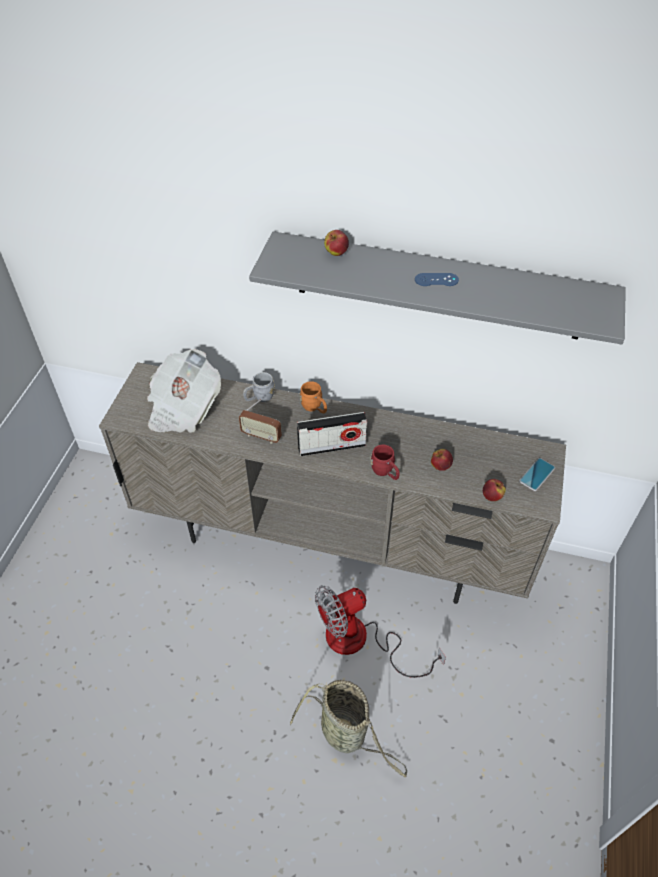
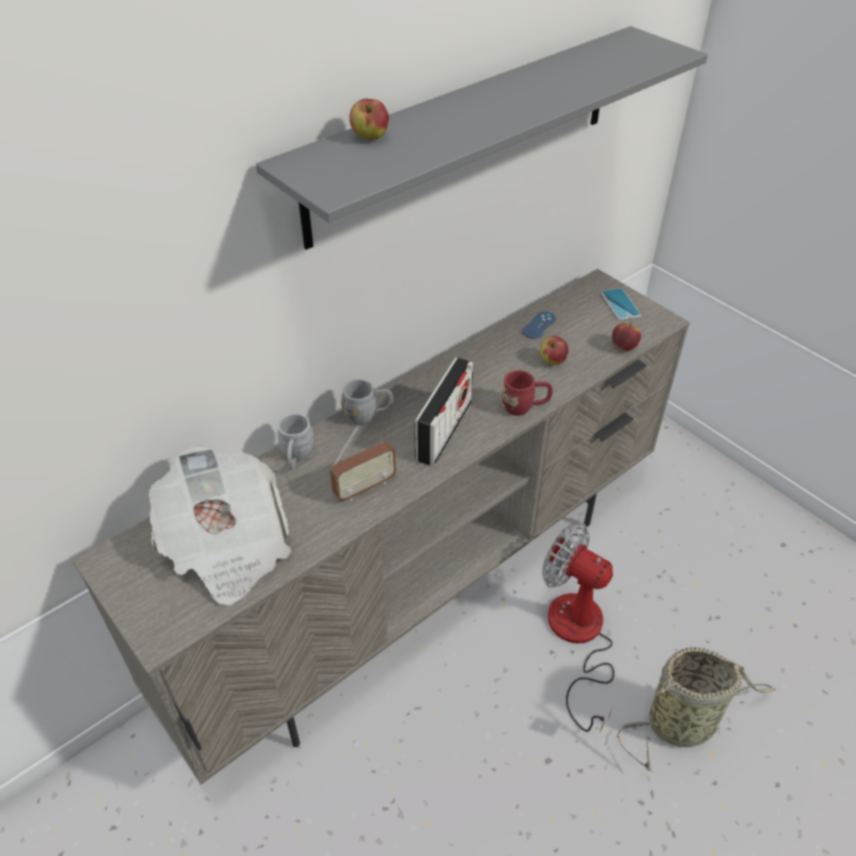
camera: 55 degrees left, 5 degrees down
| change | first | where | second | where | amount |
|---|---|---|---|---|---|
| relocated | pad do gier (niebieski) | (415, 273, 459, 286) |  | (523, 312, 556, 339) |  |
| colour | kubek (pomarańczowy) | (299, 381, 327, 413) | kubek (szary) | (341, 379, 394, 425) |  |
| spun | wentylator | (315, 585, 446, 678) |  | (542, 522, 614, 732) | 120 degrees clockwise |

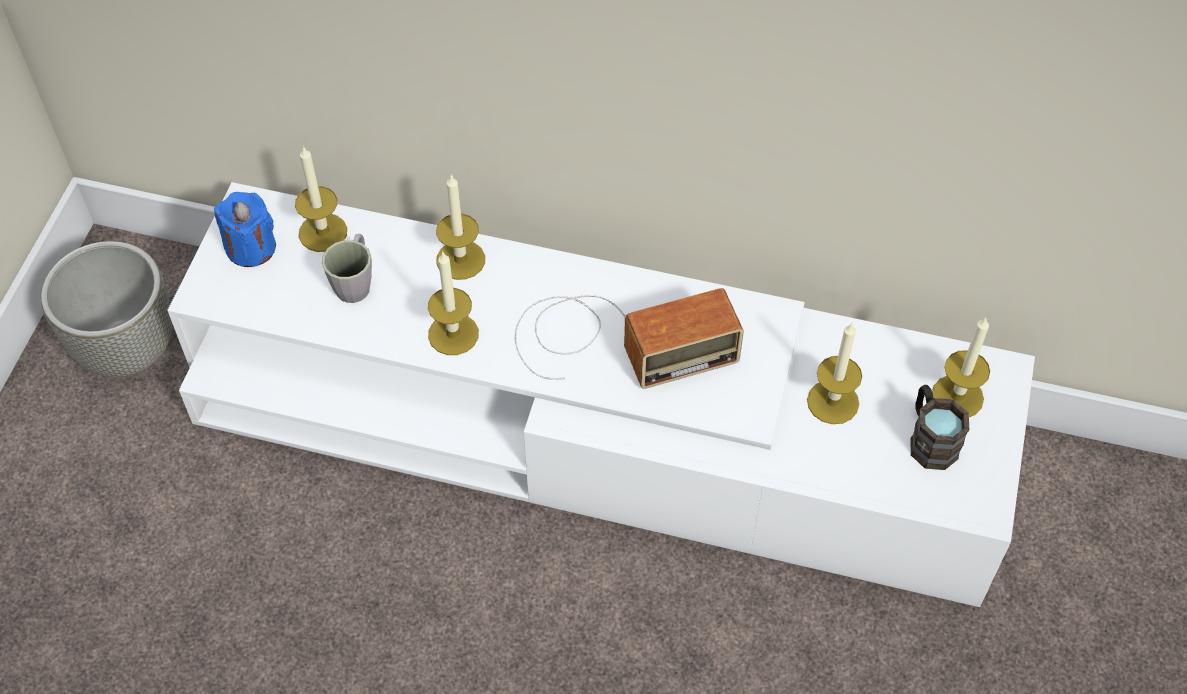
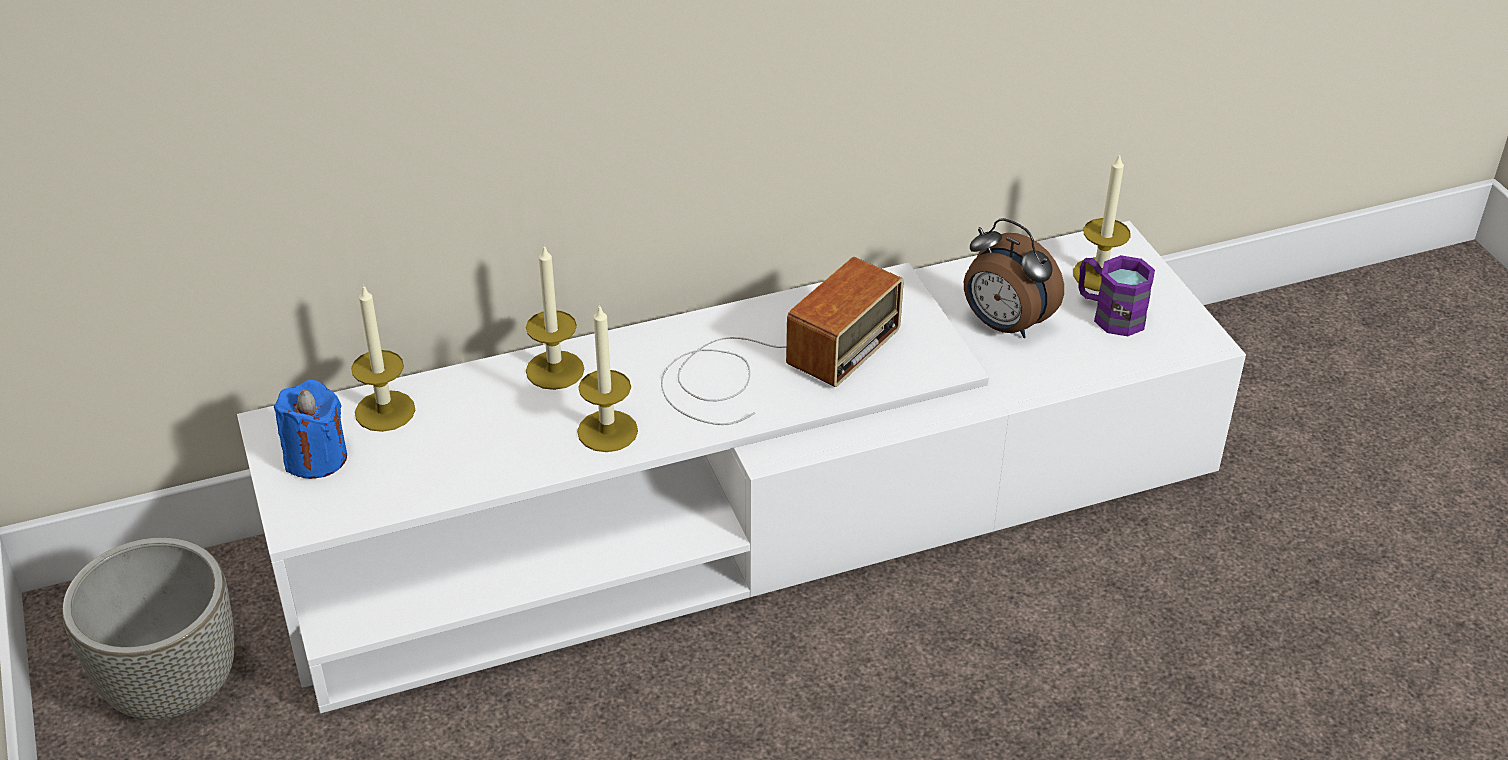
camera: 35 degrees left, 15 degrees down
| change | first | where | second | where | amount |
|---|---|---|---|---|---|
| missing | kubek (szary) | (322, 234, 372, 303) |  |  |  |
| exchanged | świeca | (807, 323, 862, 424) | budzik | (964, 218, 1064, 338) |  |
| colour | kubek (brązowy) | (910, 385, 969, 470) | kubek (fioletowy) | (1078, 255, 1155, 336) |  |

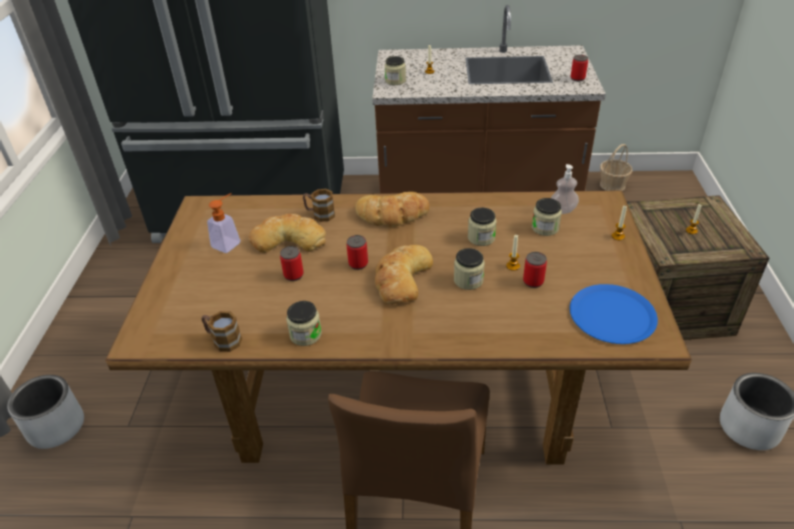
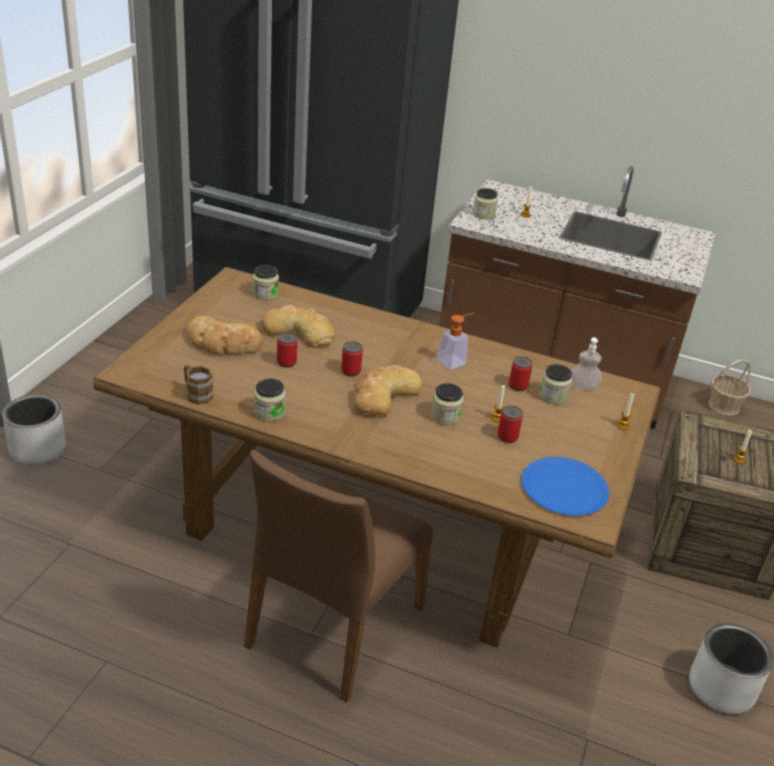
camera: 15 degrees right, 5 degrees down
| change | first | where | second | where | amount |
|---|---|---|---|---|---|
| relocated | puszka | (571, 55, 588, 81) |  | (509, 356, 533, 391) |  |
| missing | kubek | (303, 189, 335, 222) |  |  |  |
| relocated | chleb | (355, 192, 430, 227) |  | (187, 316, 264, 355) |  |
| relocated | dozownik mydła | (207, 193, 241, 253) |  | (437, 313, 475, 370) |  |
| relocated | słoik | (468, 208, 497, 246) |  | (253, 265, 279, 300) |  |

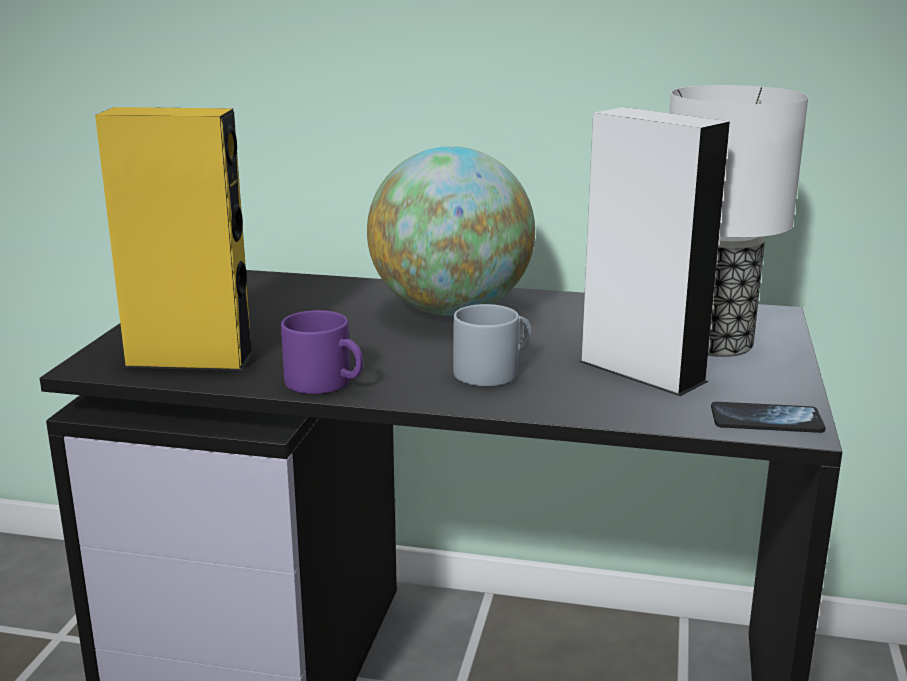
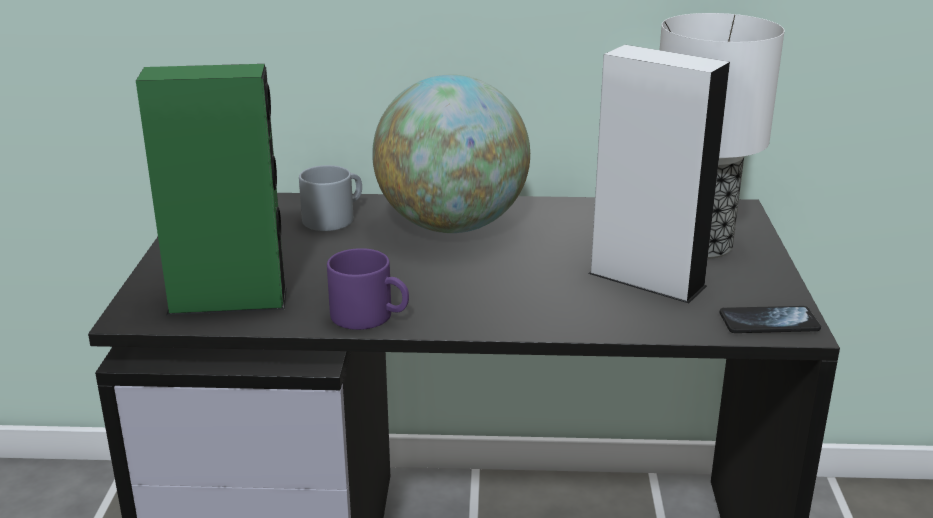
camera: 10 degrees left, 5 degrees up
| change | first | where | second | where | amount |
|---|---|---|---|---|---|
| colour | głośnik (żółty) | (95, 107, 254, 371) | głośnik (zielony) | (136, 64, 287, 315) |  |
| relocated | kubek (szary) | (453, 304, 532, 386) |  | (299, 165, 362, 231) |  |

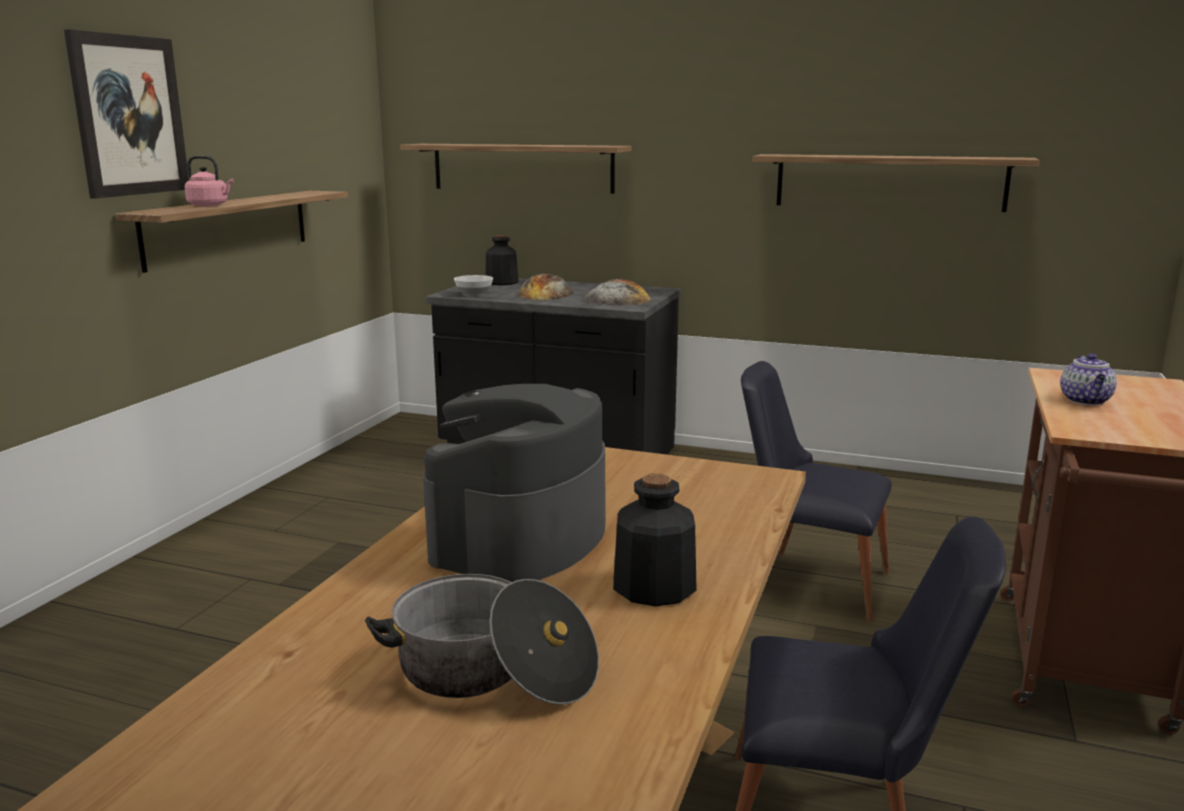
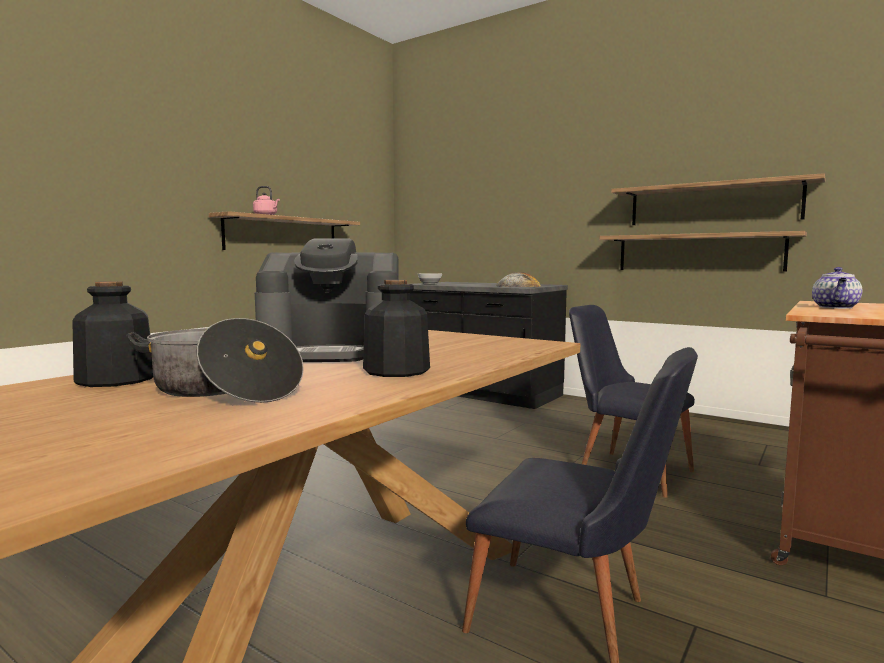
camera: 15 degrees right, 10 degrees down
| change | first | where | second | where | amount |
|---|---|---|---|---|---|
| missing | obraz | (64, 29, 189, 199) |  |  |  |
| relocated | półka | (400, 144, 632, 194) |  | (600, 231, 807, 272) |  |
| relocated | butelka | (485, 235, 519, 285) |  | (72, 281, 153, 387) |  |
| missing | chleb | (518, 274, 573, 300) |  |  |  |
| spun | ekspres do kawy | (423, 384, 606, 582) |  | (255, 238, 399, 362) | 135 degrees counterclockwise |

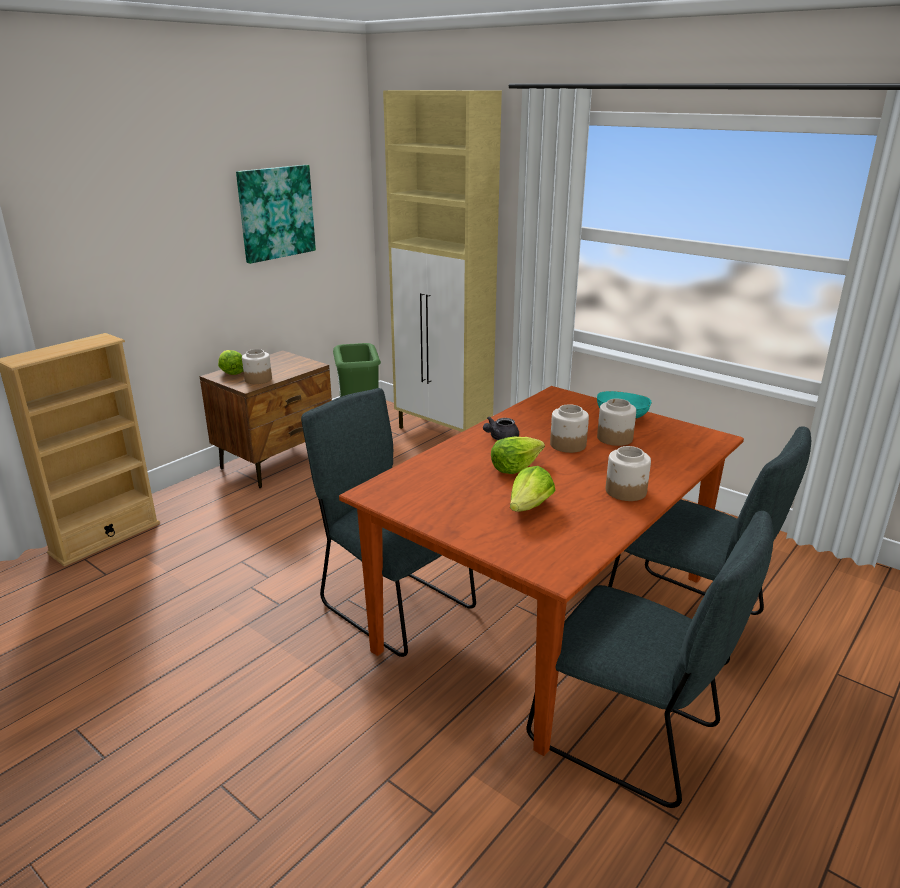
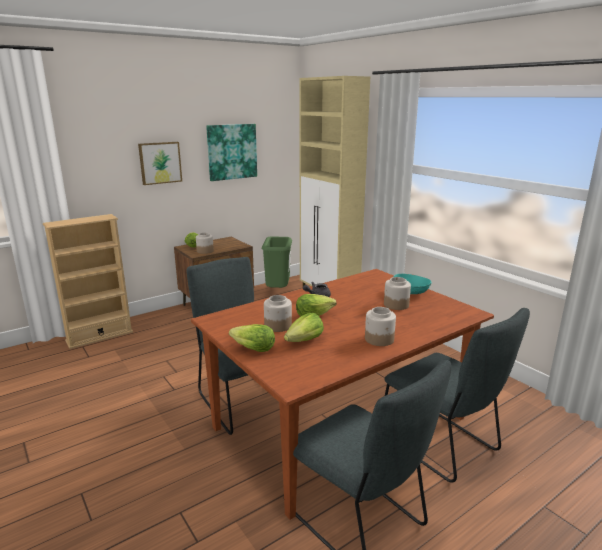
camera: 15 degrees right, 5 degrees down
| change | first | where | second | where | amount |
|---|---|---|---|---|---|
| relocated | słoik | (550, 404, 589, 453) |  | (264, 295, 292, 332) |  |
| appeared |  |  | obraz | (138, 142, 182, 185) |  |
| appeared |  |  | sałata | (229, 324, 275, 352) |  |

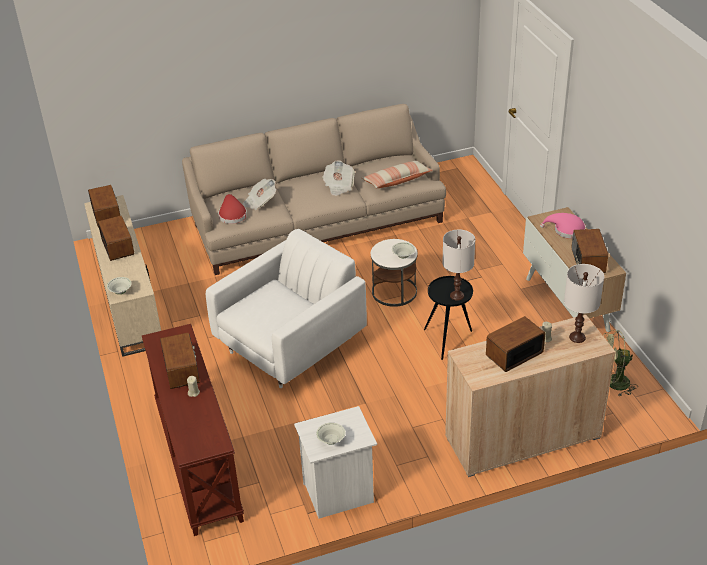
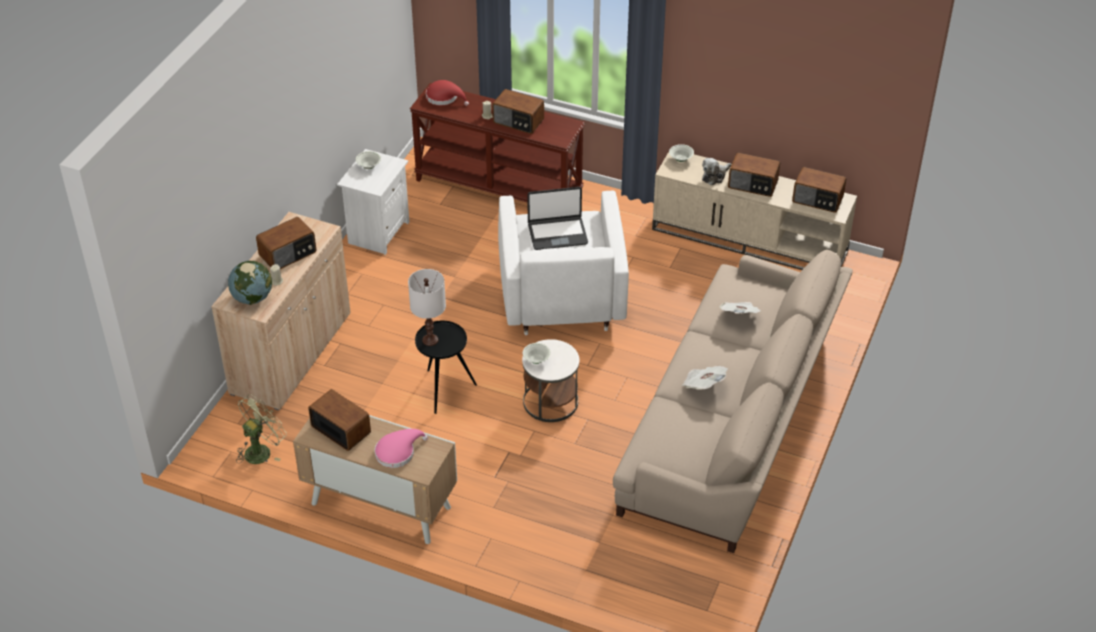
camera: 130 degrees right, 5 degrees up
| change | first | where | second | where | amount |
|---|---|---|---|---|---|
| missing | poduszka | (362, 161, 433, 189) |  |  |  |
| relocated | kapelusz (czerwony) | (218, 194, 247, 224) |  | (426, 80, 469, 106) |  |
| exchanged | lampa stołowa (biały) | (564, 264, 604, 343) | globus | (228, 261, 272, 305) |  |
| spun | radio | (486, 316, 546, 372) |  | (256, 217, 316, 269) | 45 degrees clockwise |
| appeared |  |  | pluszak | (702, 158, 731, 185) |  |
| appeared |  |  | laptop | (527, 187, 588, 250) |  |

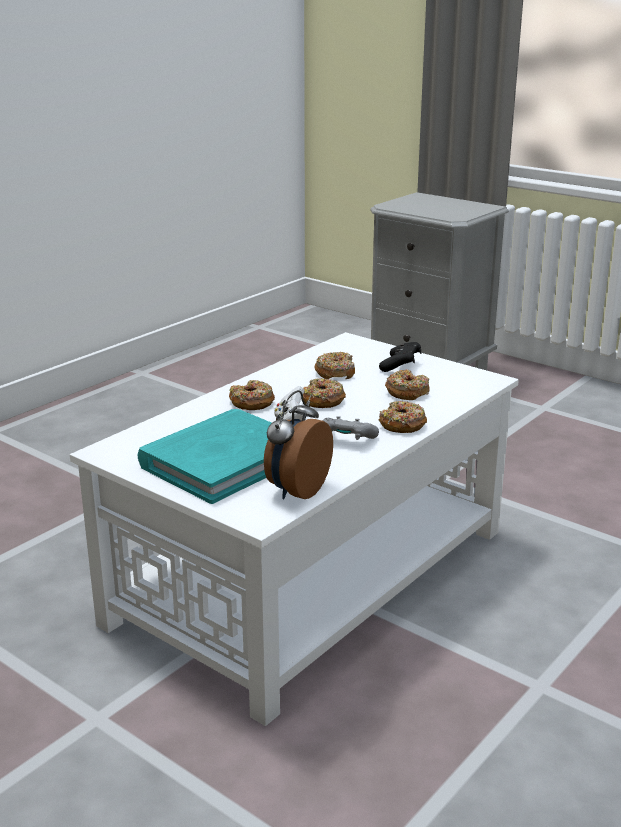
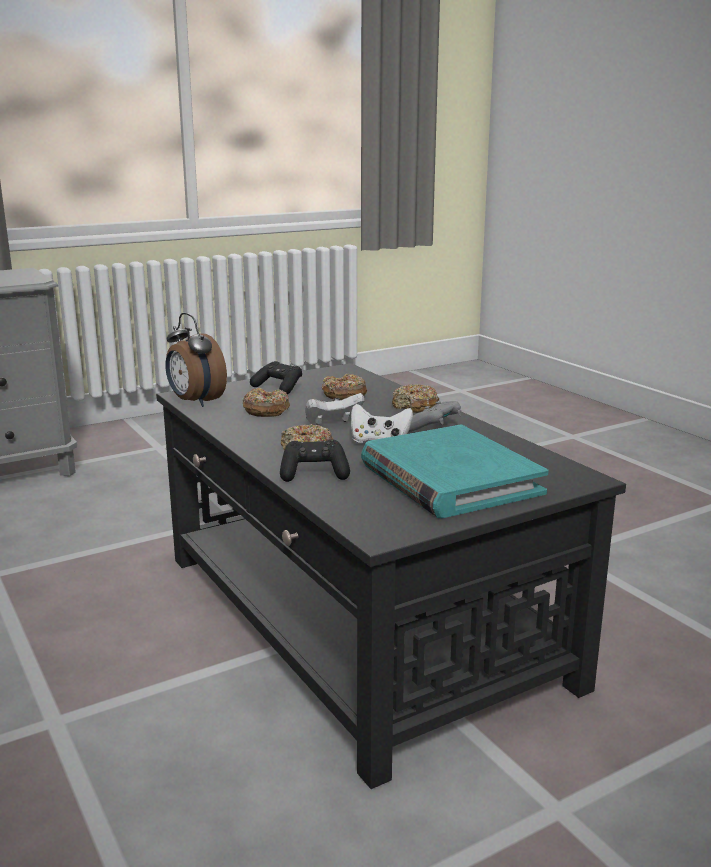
camera: 70 degrees left, 5 degrees down
| change | first | where | second | where | amount |
|---|---|---|---|---|---|
| colour | ława (biały) | (70, 332, 519, 726) | ława (czarny) | (156, 363, 626, 789) |  |
| exchanged | donut | (303, 378, 346, 408) | pad do gier (biały) | (305, 393, 364, 425) |  |
| relocated | budzik | (264, 390, 333, 499) |  | (165, 313, 227, 407) |  |
| appeared |  |  | pad do gier (czarny) | (280, 439, 350, 482) |  |

